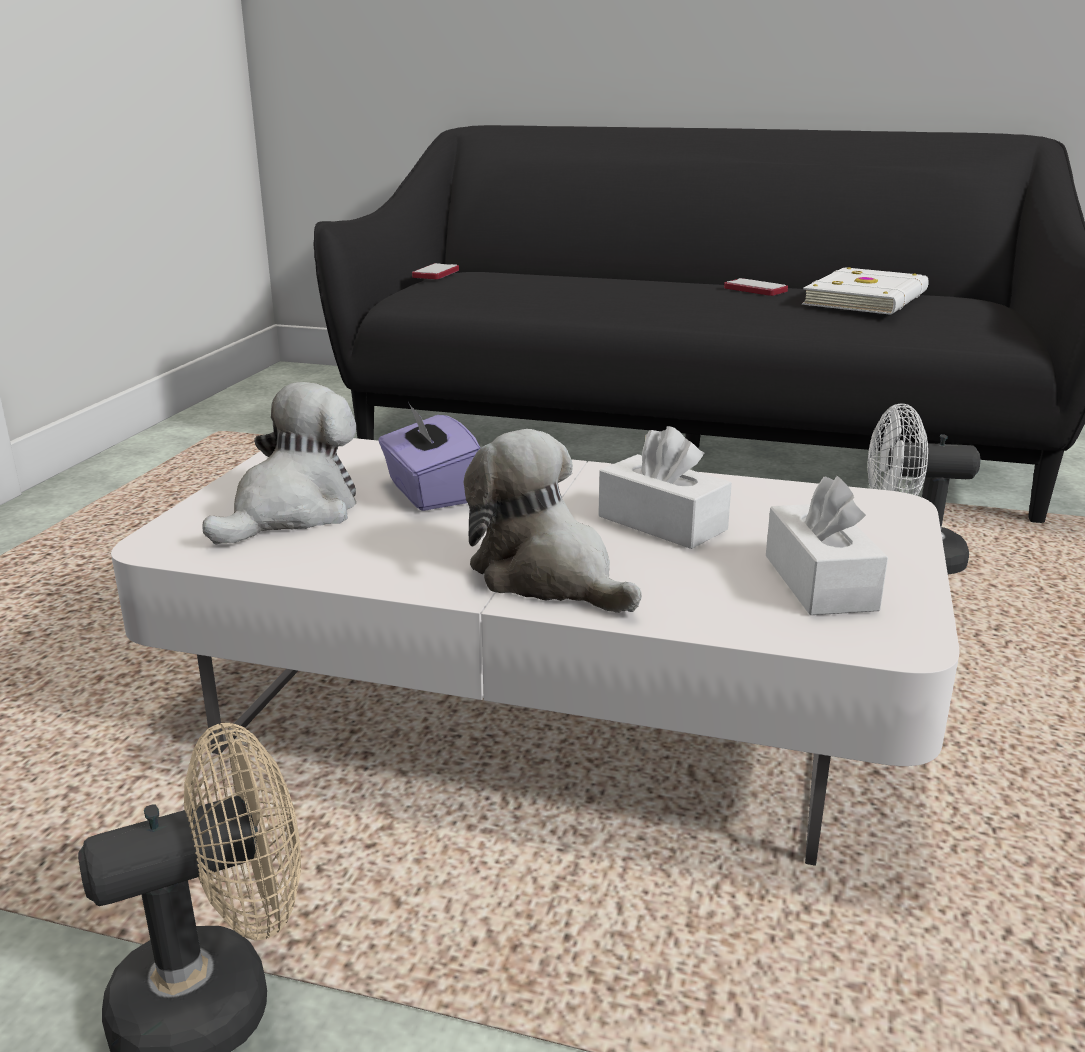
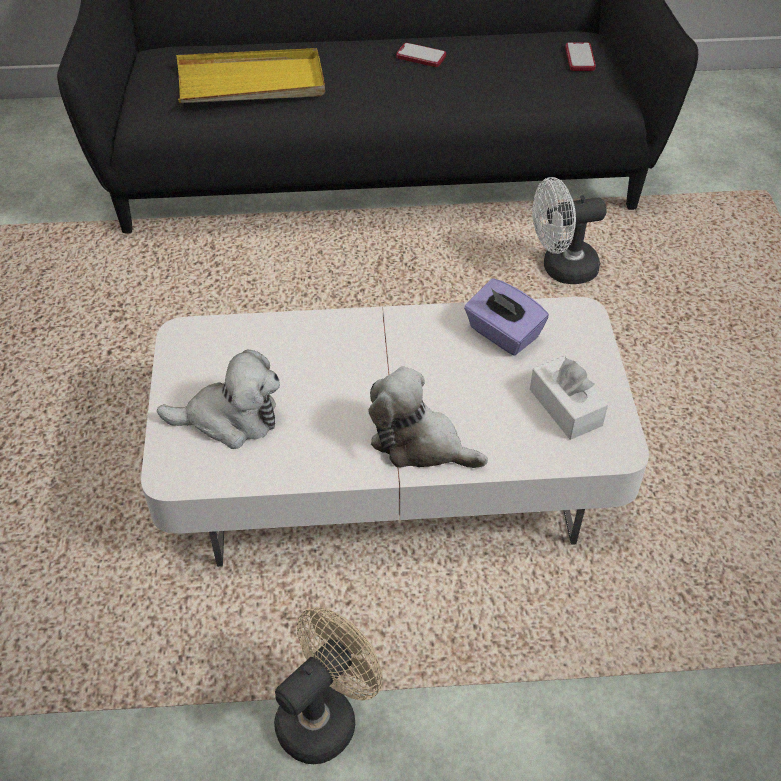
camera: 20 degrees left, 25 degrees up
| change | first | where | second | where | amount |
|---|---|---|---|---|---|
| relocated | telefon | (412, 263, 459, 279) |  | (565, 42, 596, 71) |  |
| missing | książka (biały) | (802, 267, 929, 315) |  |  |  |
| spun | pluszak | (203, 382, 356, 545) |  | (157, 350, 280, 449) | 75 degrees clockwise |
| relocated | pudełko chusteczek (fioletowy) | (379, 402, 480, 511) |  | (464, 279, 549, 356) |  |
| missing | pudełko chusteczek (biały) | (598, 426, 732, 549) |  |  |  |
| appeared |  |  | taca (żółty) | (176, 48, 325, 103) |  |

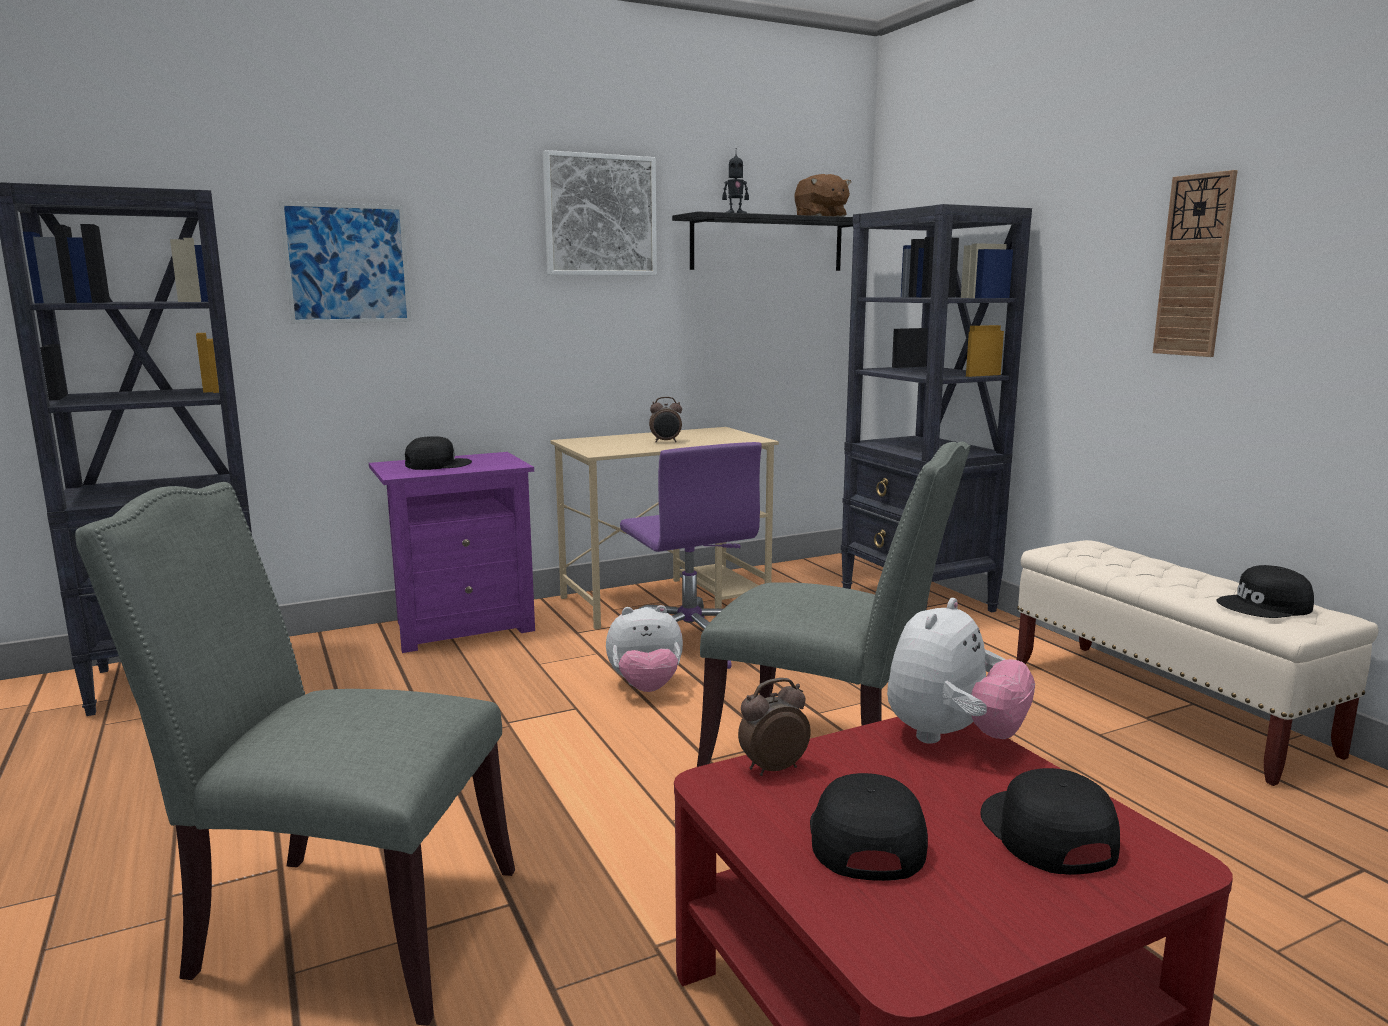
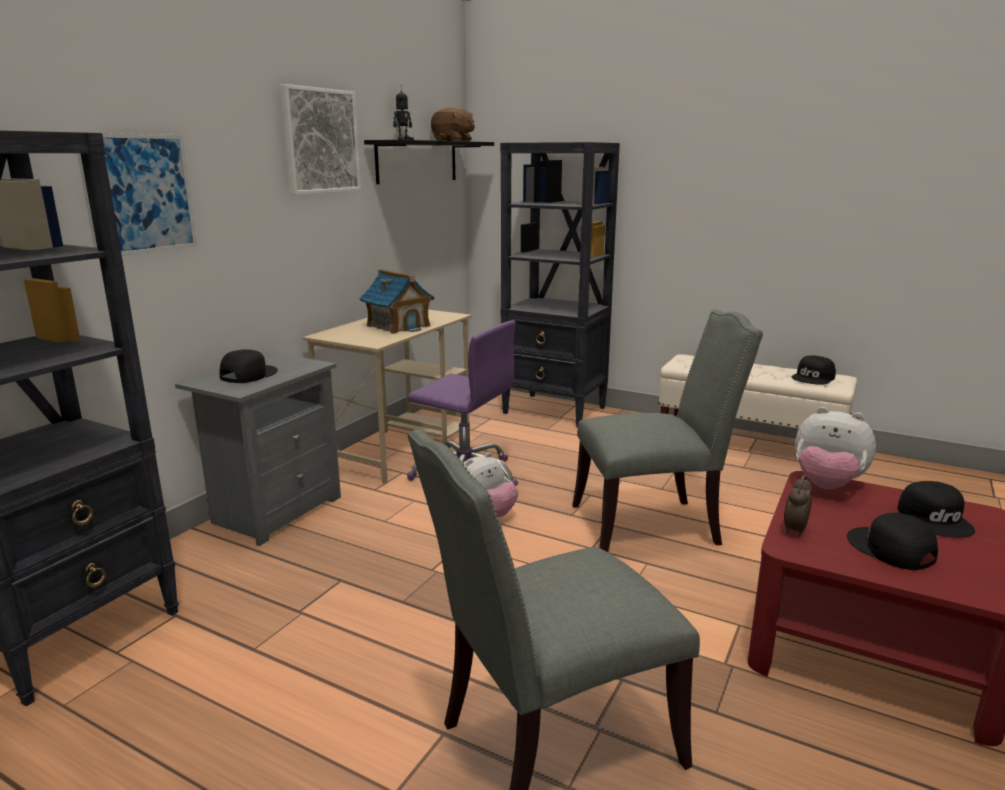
camera: 35 degrees left, 5 degrees up
| change | first | where | second | where | amount |
|---|---|---|---|---|---|
| missing | zegar ścienny | (1153, 170, 1238, 357) |  |  |  |
| exchanged | budzik | (649, 397, 682, 443) | domek | (359, 269, 435, 334) |  |
| colour | szafka nocna (fioletowy) | (369, 452, 535, 653) | szafka nocna (szary) | (175, 353, 341, 546) |  |
| spun | pluszak | (887, 598, 1035, 744) |  | (795, 407, 876, 489) | 120 degrees clockwise |
| spun | czapka z daszkiem (czarny) | (981, 768, 1120, 875) |  | (897, 481, 975, 538) | 135 degrees counterclockwise |

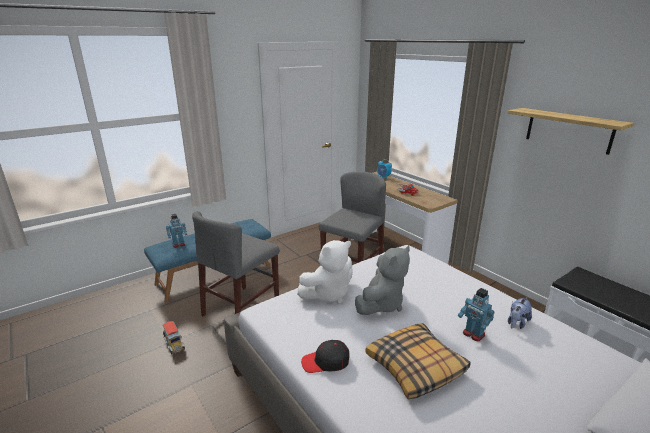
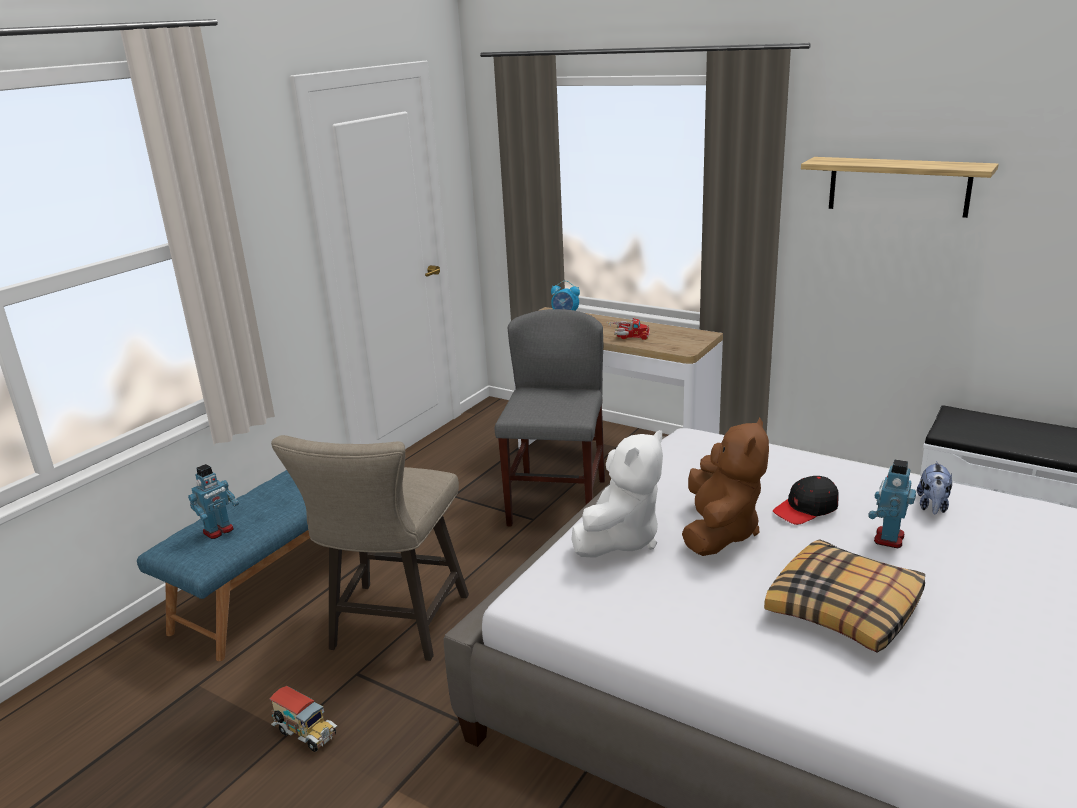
camera: 20 degrees left, 0 degrees up
| change | first | where | second | where | amount |
|---|---|---|---|---|---|
| exchanged | krzesło (szary) | (192, 211, 279, 317) | stołek (beżowy) | (271, 435, 469, 661) |  |
| colour | pluszak (szary) | (355, 246, 410, 315) | pluszak (brązowy) | (682, 417, 769, 556) |  |
| spun | robot zabawkowy | (458, 288, 495, 342) |  | (868, 459, 916, 548) | 90 degrees clockwise |
| relocated | czapka z daszkiem (czarny) | (301, 340, 349, 373) |  | (773, 476, 839, 525) |  |

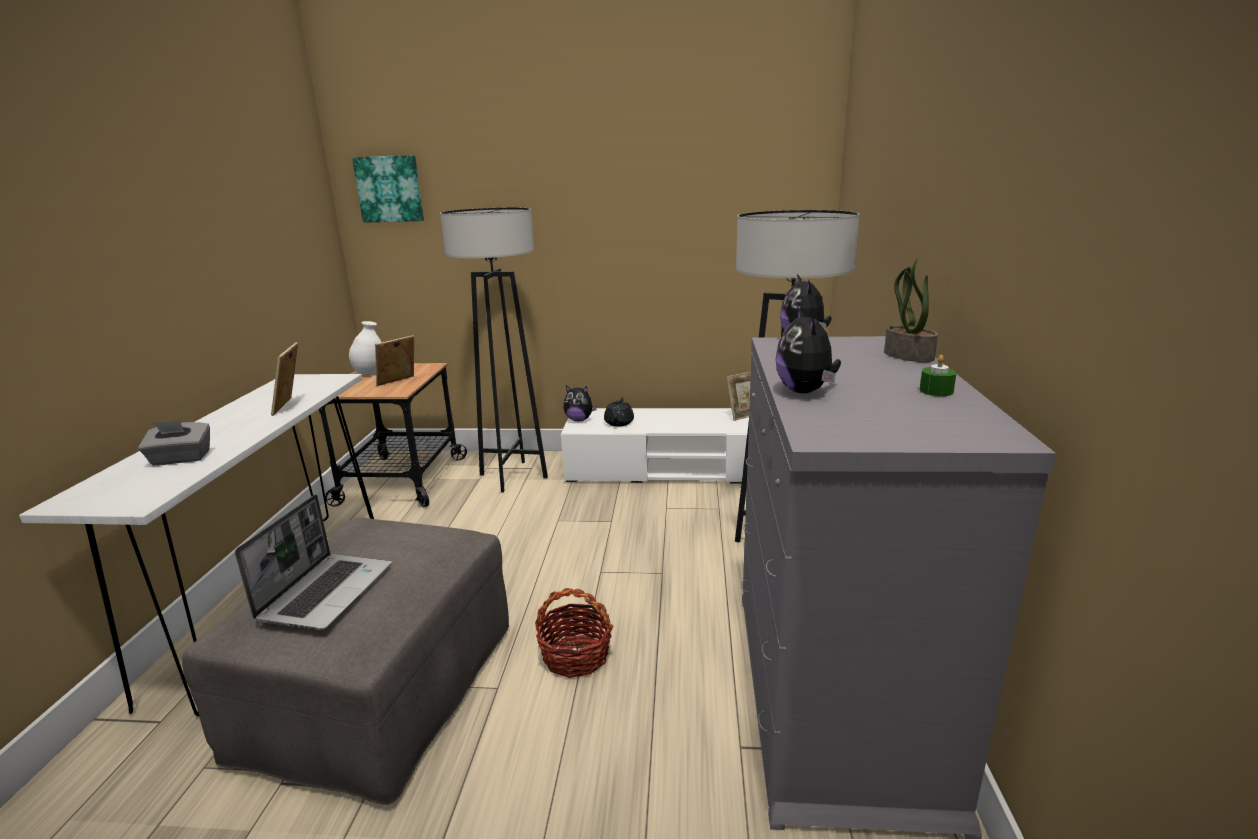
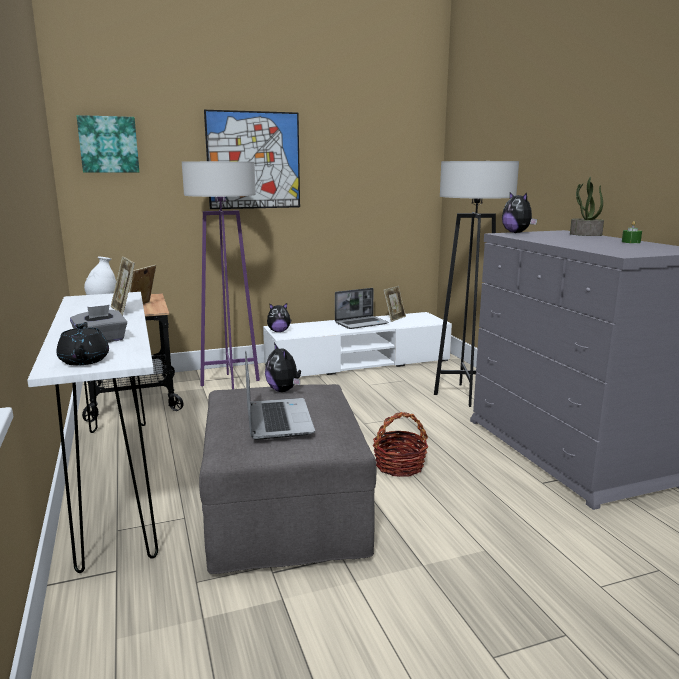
camera: 25 degrees left, 5 degrees down
| change | first | where | second | where | amount |
|---|---|---|---|---|---|
| colour | lampa stojąca (szary) | (440, 208, 548, 493) | lampa stojąca (fioletowy) | (182, 161, 260, 389) |  |
| relocated | pluszak | (776, 306, 841, 393) |  | (265, 343, 301, 392) |  |
| relocated | imbryk (czarny) | (604, 397, 634, 427) |  | (56, 322, 109, 366) |  |
| appeared |  |  | obraz | (204, 110, 300, 209) |  |
| appeared |  |  | laptop | (335, 288, 389, 329) |  |

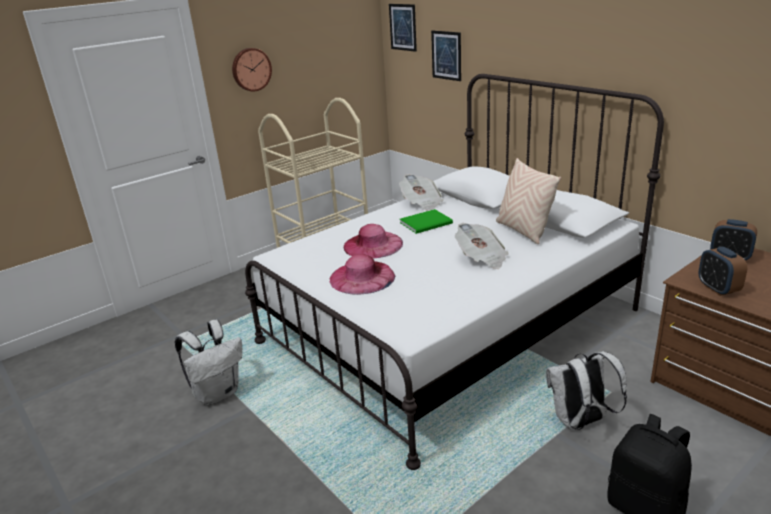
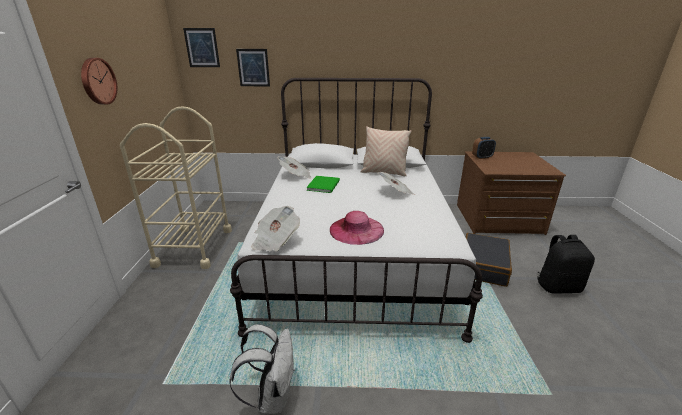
camera: 50 degrees left, 0 degrees up
| change | first | where | second | where | amount |
|---|---|---|---|---|---|
| missing | kapelusz (różowy) | (344, 224, 403, 259) |  |  |  |
| missing | budzik | (699, 247, 747, 296) |  |  |  |
| exchanged | plecak (biały) | (546, 351, 627, 430) | walizka (czarny) | (466, 233, 512, 287) |  |
| appeared |  |  | gazeta | (251, 206, 300, 251) |  |

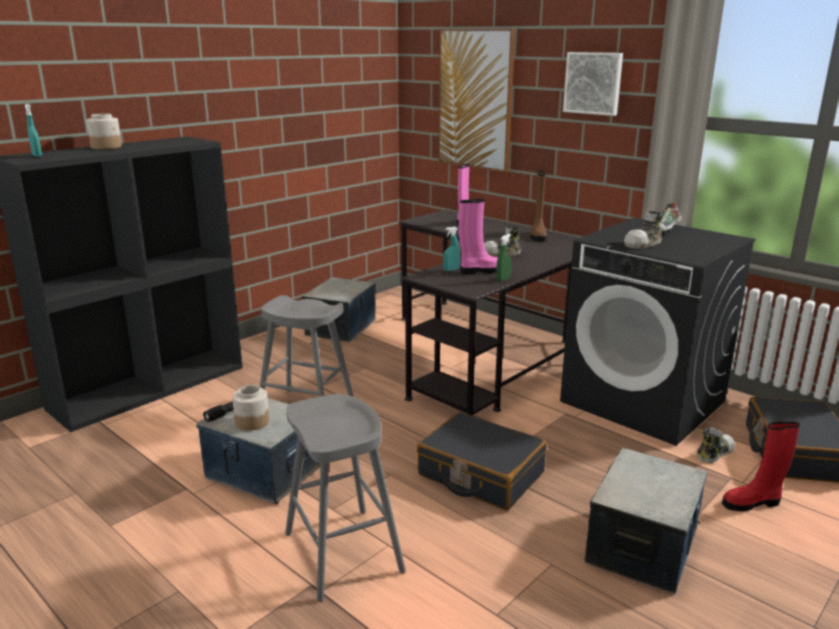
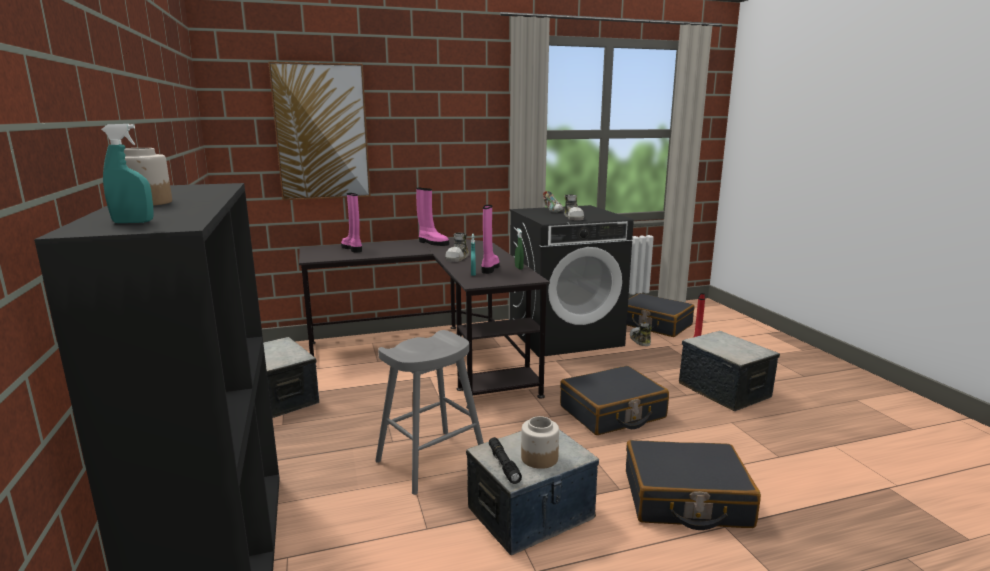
camera: 60 degrees left, 5 degrees down
| change | first | where | second | where | amount |
|---|---|---|---|---|---|
| missing | obraz | (563, 52, 623, 116) |  |  |  |
| colour | but z cholewką (brązowy) | (530, 170, 547, 242) | but z cholewką (różowy) | (416, 188, 449, 246) |  |
| exchanged | stołek (szary) | (285, 394, 406, 602) | walizka (czarny) | (626, 440, 761, 530) |  |

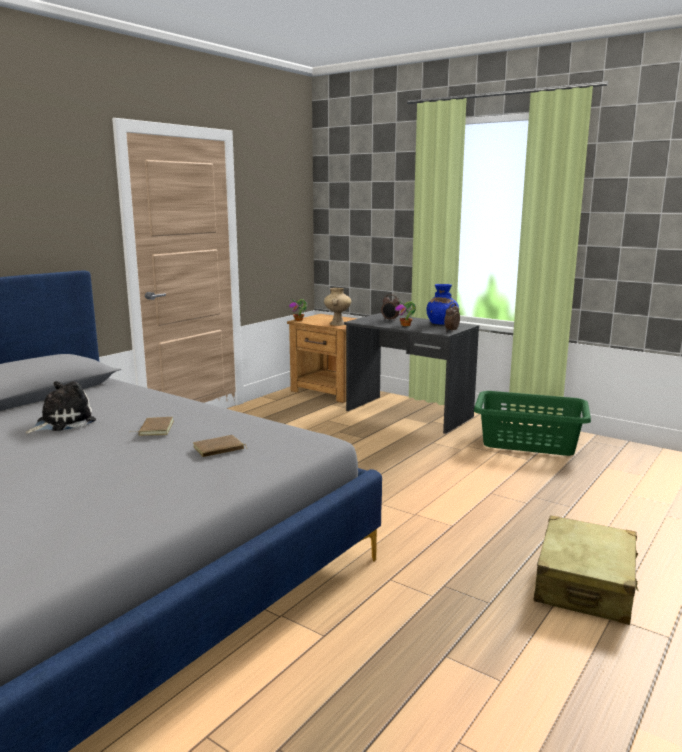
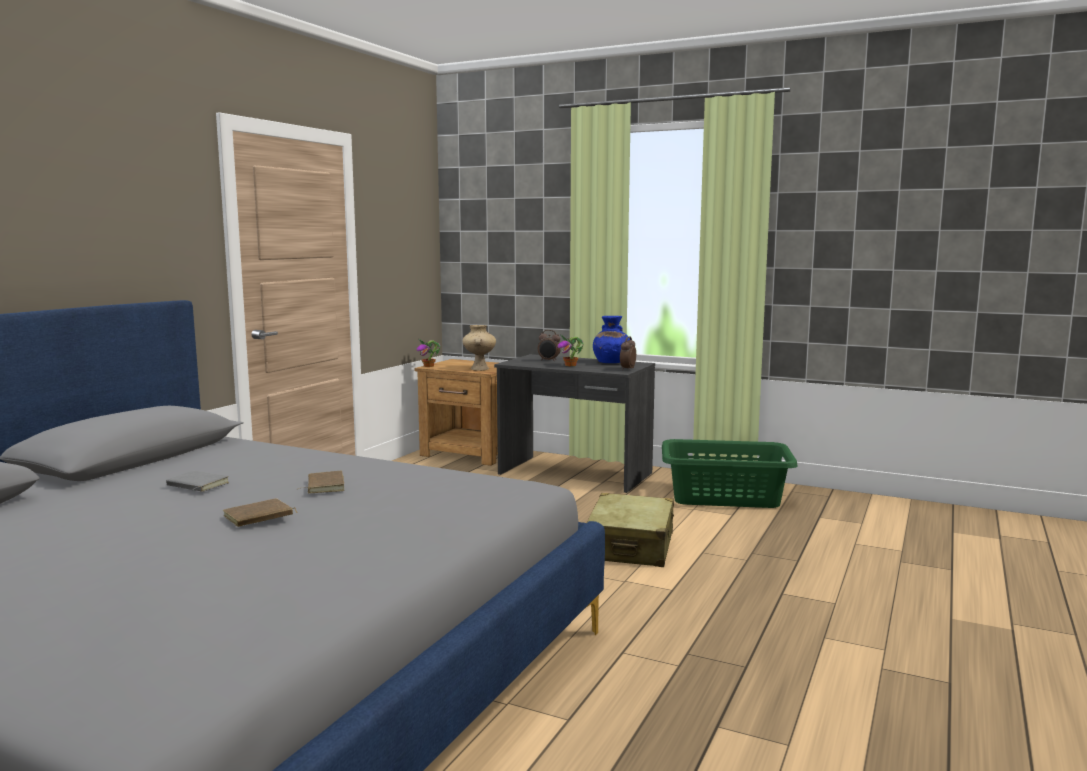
camera: 10 degrees left, 5 degrees down
| change | first | where | second | where | amount |
|---|---|---|---|---|---|
| exchanged | pluszak | (25, 381, 96, 434) | książka (szary) | (166, 471, 229, 492) |  |
| relocated | książka (brązowy) | (193, 435, 247, 457) |  | (223, 498, 298, 527) |  |
| relocated | walizka (beżowy) | (533, 515, 639, 625) |  | (587, 493, 674, 567) |  |

